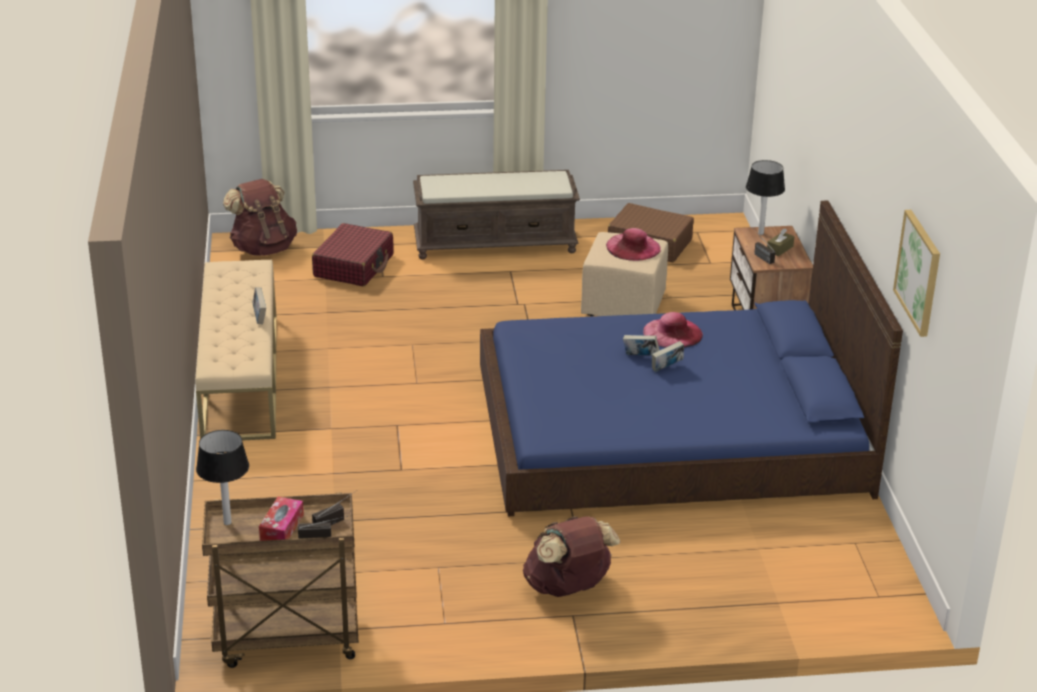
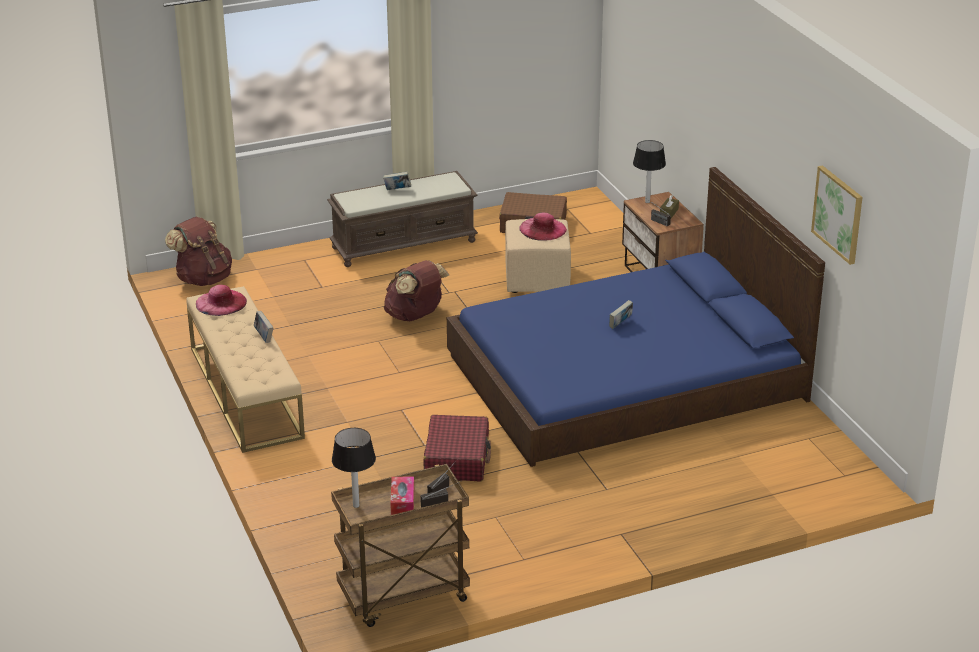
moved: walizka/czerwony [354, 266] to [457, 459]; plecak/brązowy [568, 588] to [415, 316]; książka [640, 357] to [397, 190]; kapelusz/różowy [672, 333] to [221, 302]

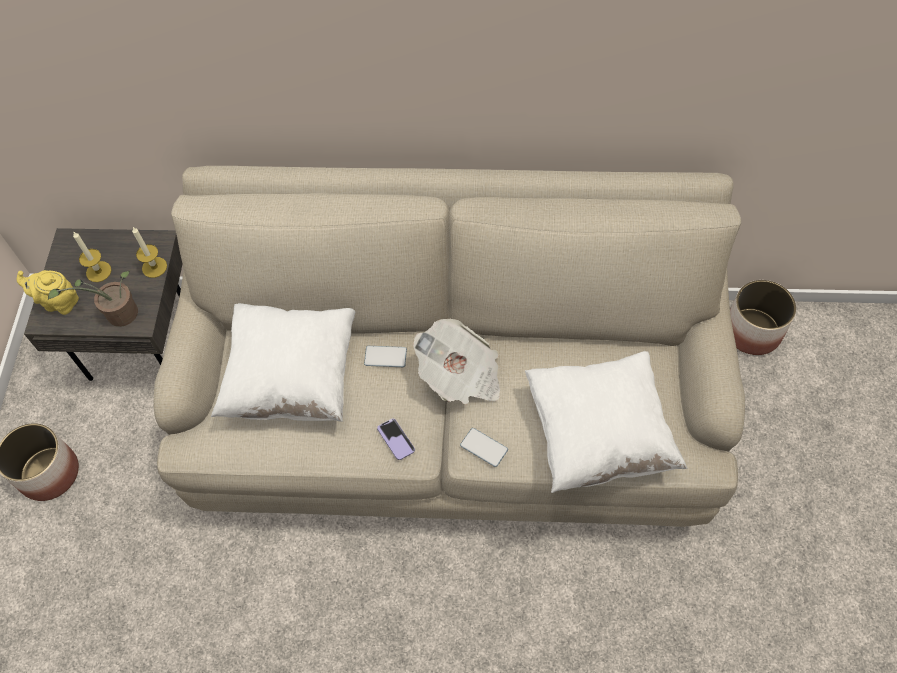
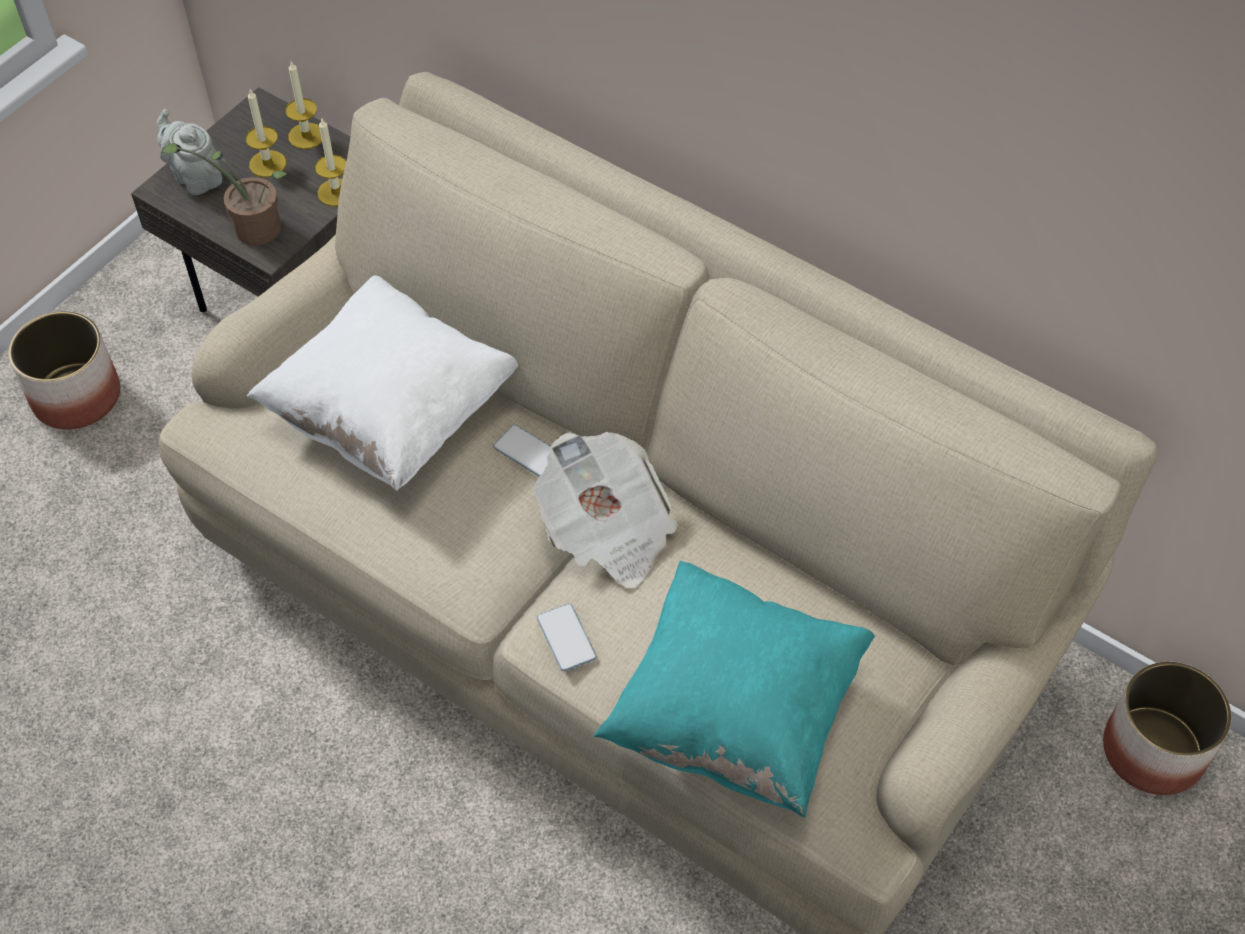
removed: telefon [396, 439]
added: świeca [306, 136]
recoloured: imbryk/żółty [58, 302] to imbryk/szary [195, 176]; poduszka/biały [598, 434] to poduszka/turkusowy [734, 713]

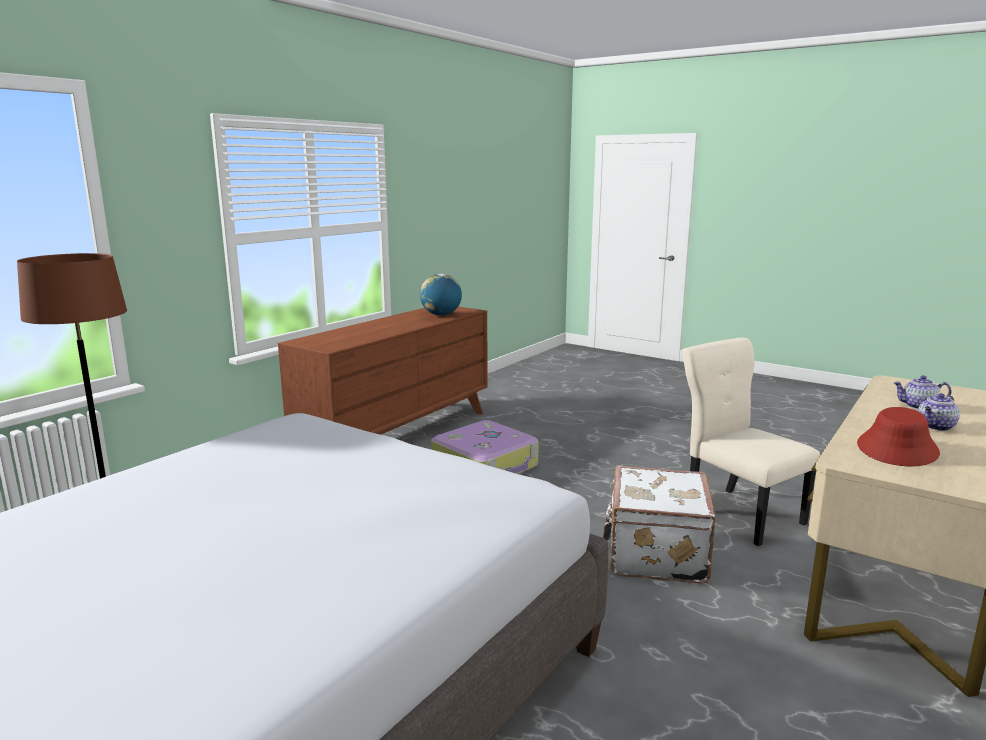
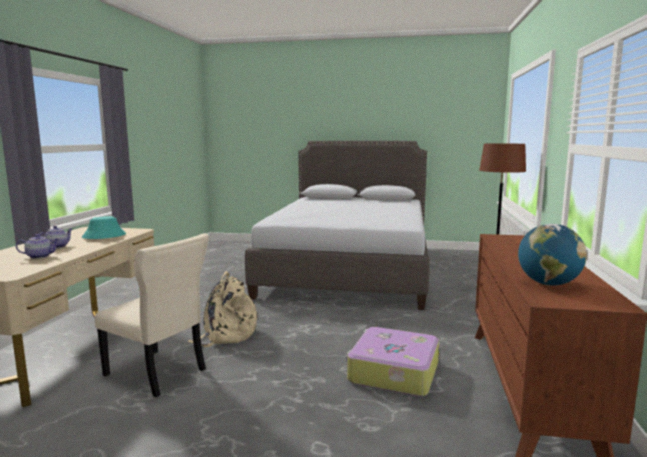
replaced: walizka/biały [654, 554] to plecak/beżowy [226, 335]
recoloured: kapelusz/czerwony [897, 449] to kapelusz/turkusowy [104, 236]

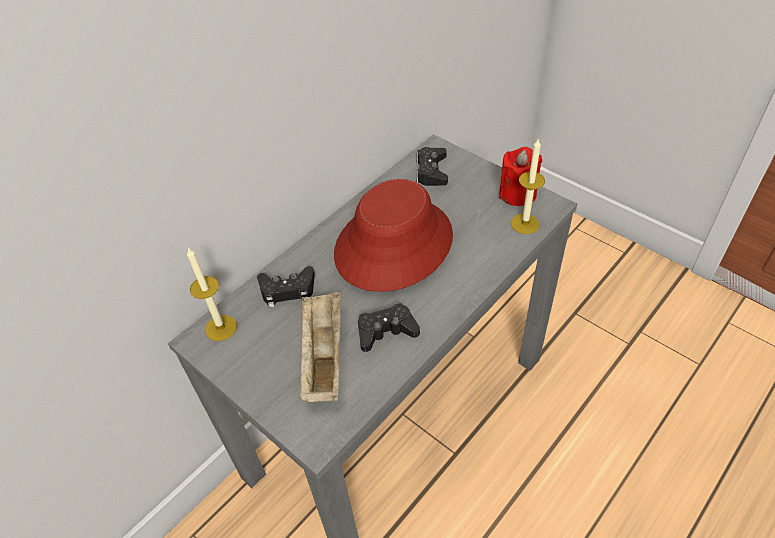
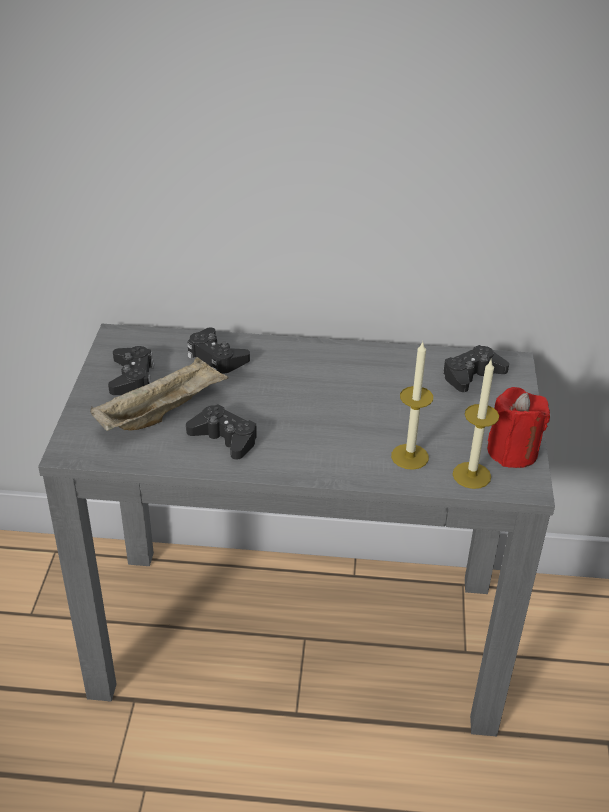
removed: kapelusz/czerwony [393, 244]
added: pad do gier/czarny [132, 378]
moved: świeca [221, 328] to [409, 456]

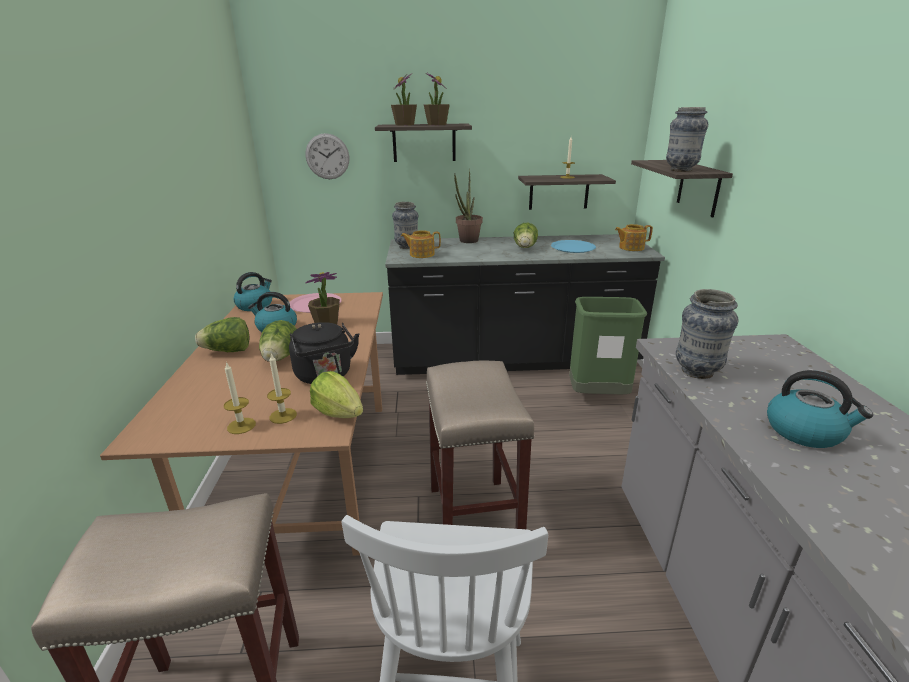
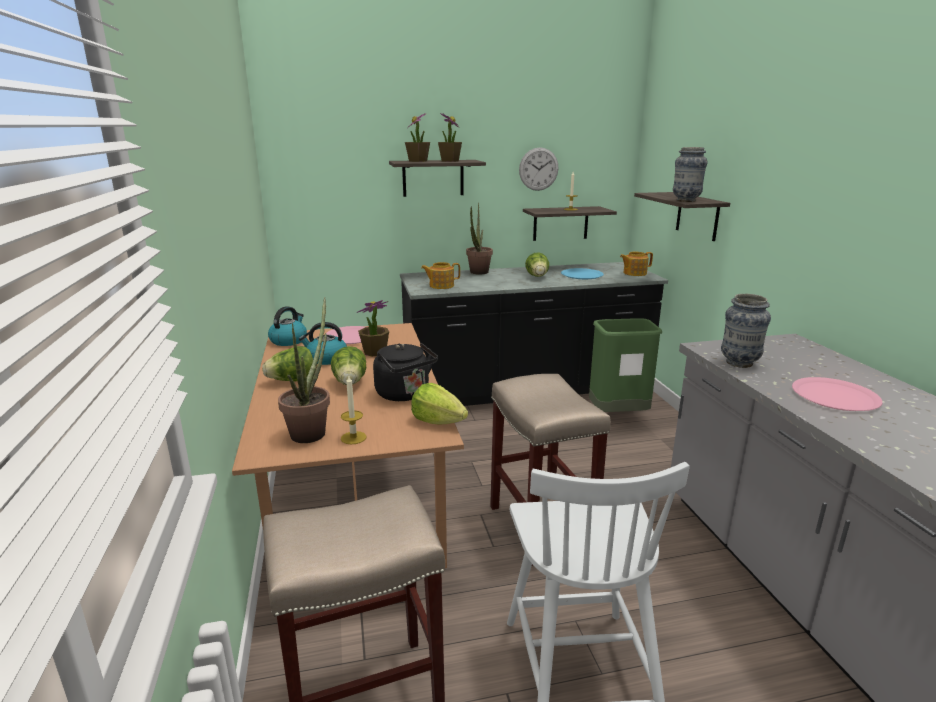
removed: świeca [283, 416]; wazon [407, 247]
added: roślina doniczkowa [312, 431]
moved: zegar ścienny [327, 156] to [538, 169]
replaced: czajnik [805, 431] to talerz/różowy [835, 396]

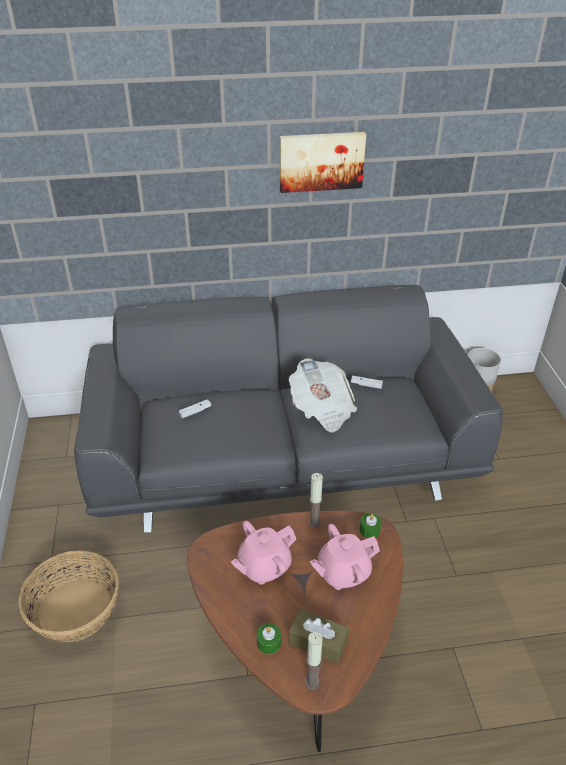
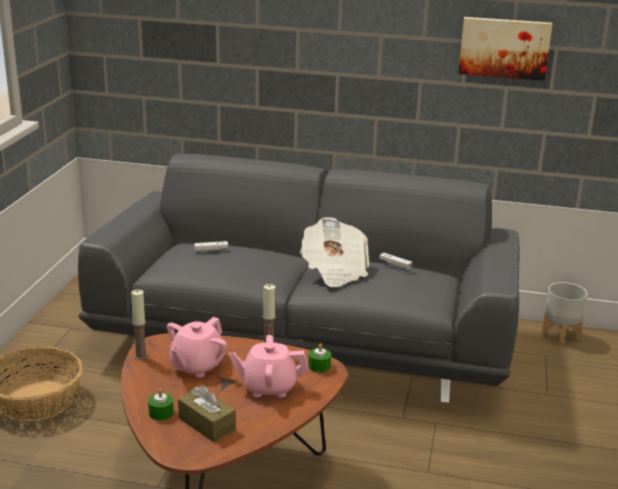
moved: obraz [321, 161] to [504, 47]; świeca [312, 682] to [140, 356]
turned: imbryk/różowy [263, 567] = [196, 366] 45 degrees counterclockwise

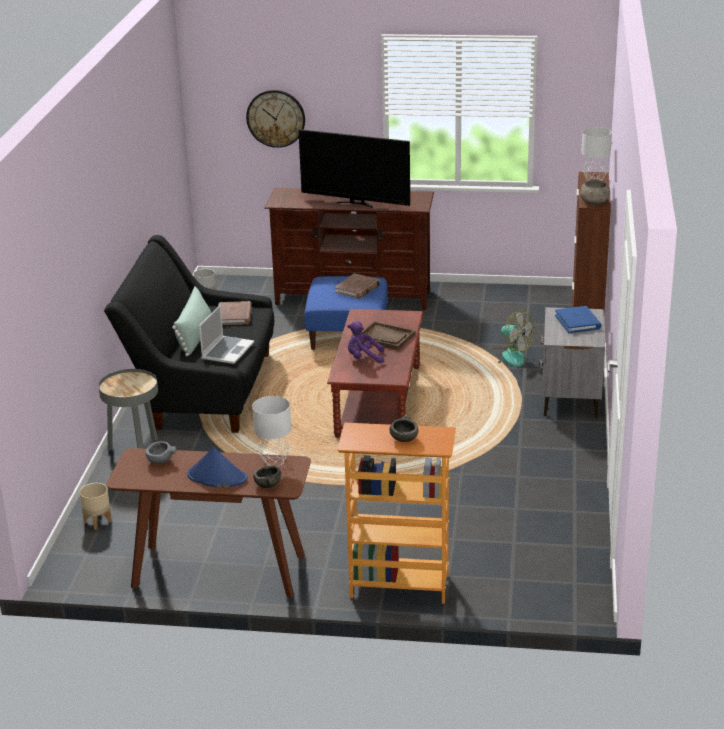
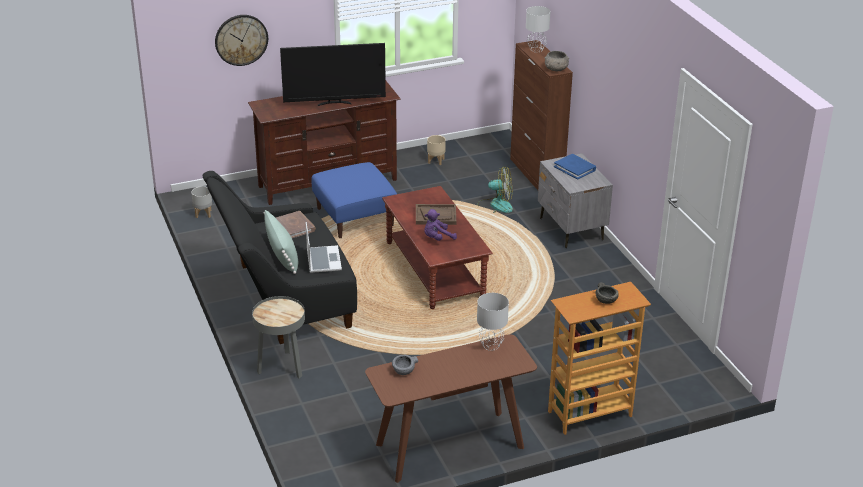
removed: kapelusz/niebieski [217, 477]; miska/szary [267, 485]; książka/brązowy [357, 288]
moved: donica/beżowy [97, 522] to [436, 161]

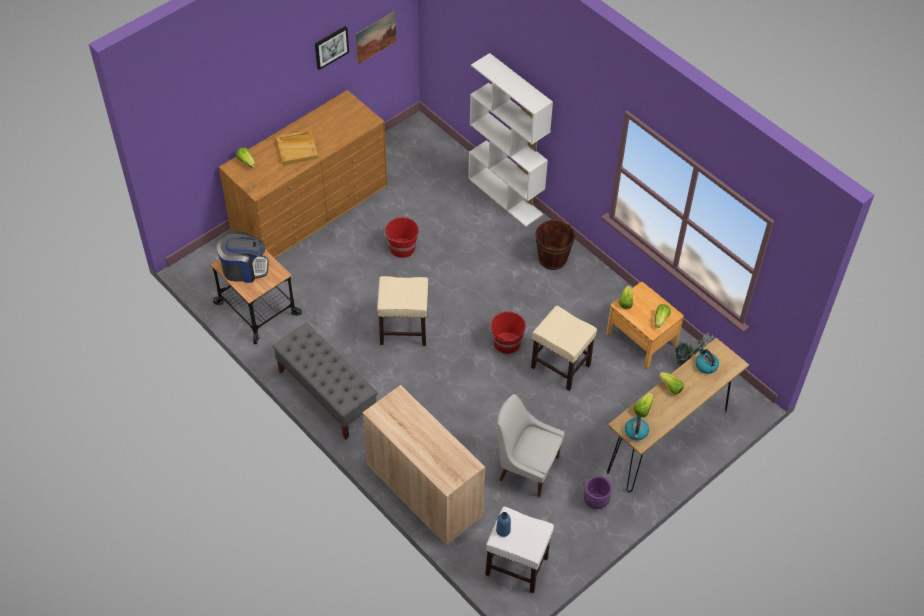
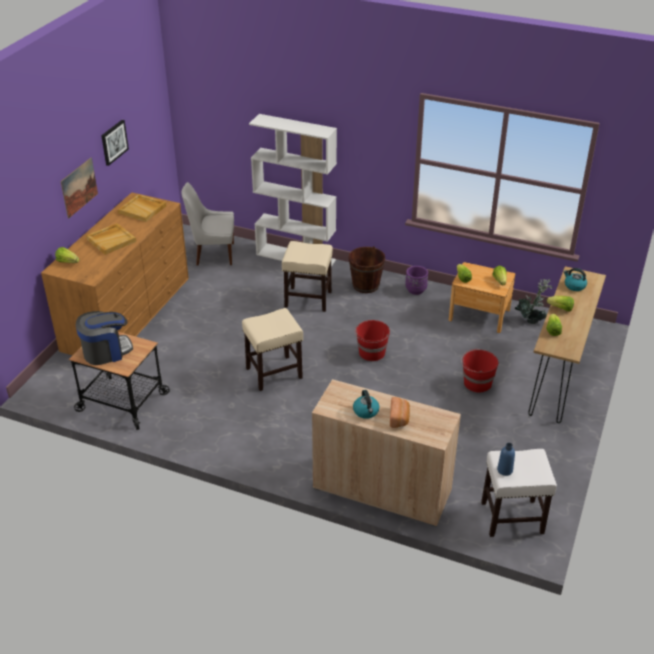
removed: ławka/szary [326, 394]
added: taca/beżowy [143, 209]; chleb [399, 418]
moved: obraz [375, 37] to [79, 187]; wiadro/czerwony [401, 247] to [476, 383]; krzesło/biały [526, 468] to [213, 254]; stołek/beżowy [560, 366] to [307, 299]; donica/fioletowy [596, 501] to [416, 290]; czajnik [636, 432] to [366, 411]

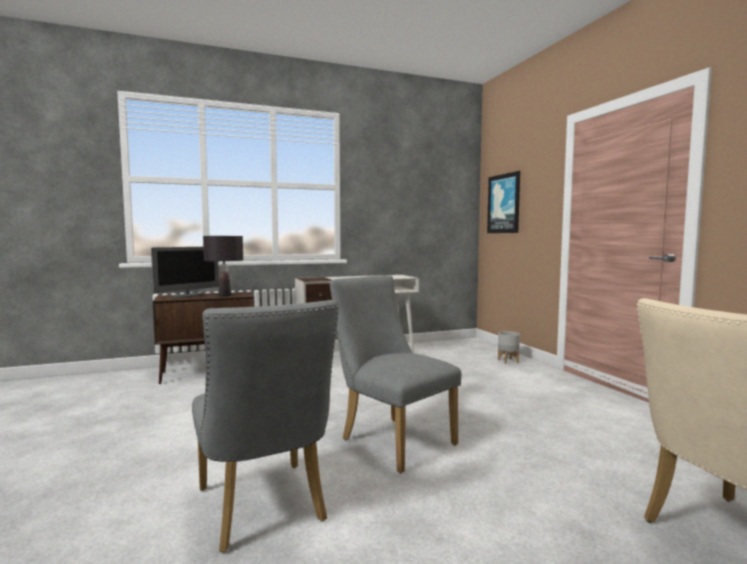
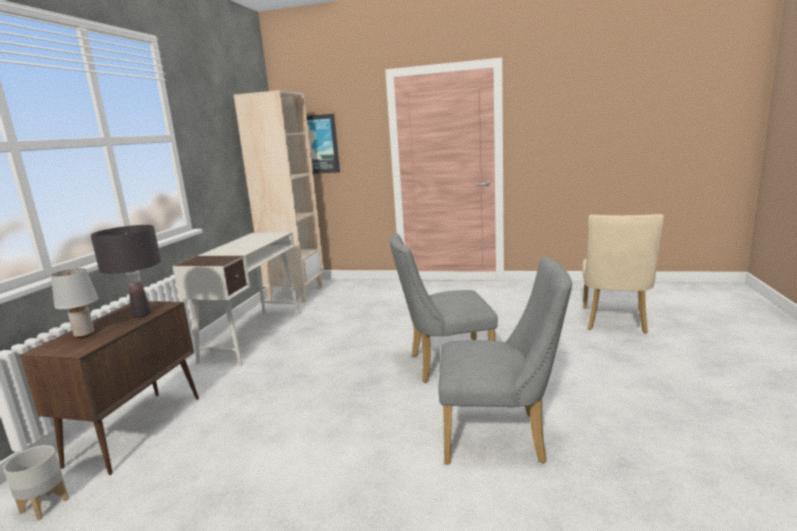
added: regał/beżowy [296, 293]
moved: donica/szary [508, 361] to [44, 505]
replaced: monitor [188, 295] to lampa stołowa/szary [85, 334]

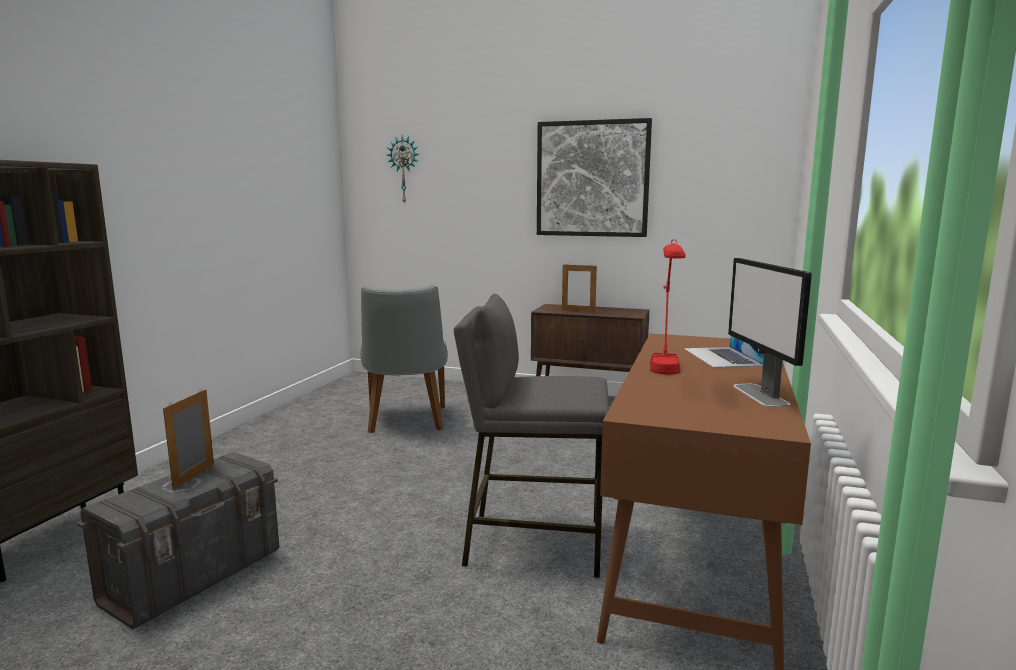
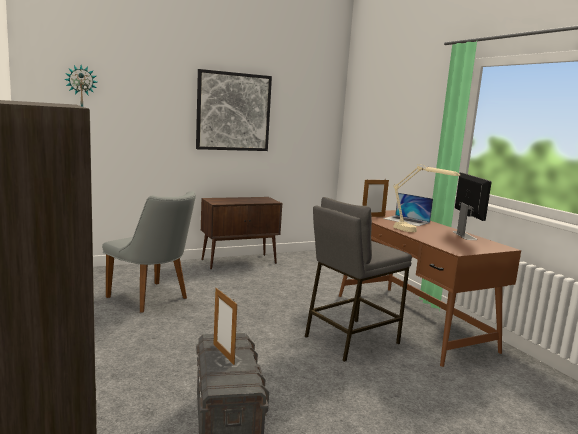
moved: ramka na zdjęcie [578, 310] to [373, 216]
recoloured: lampa stołowa/czerwony [665, 376] to lampa stołowa/beżowy [417, 233]
turned: monitor [760, 395] = [464, 235] 135 degrees counterclockwise

